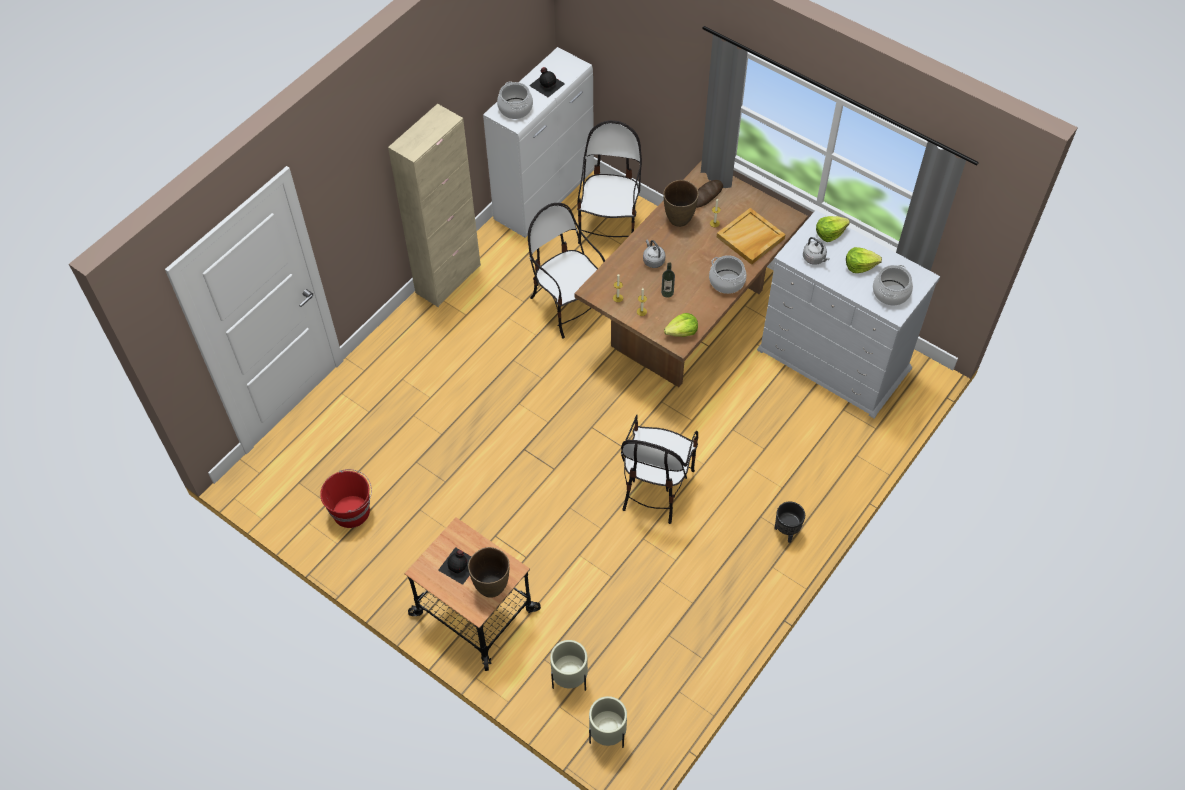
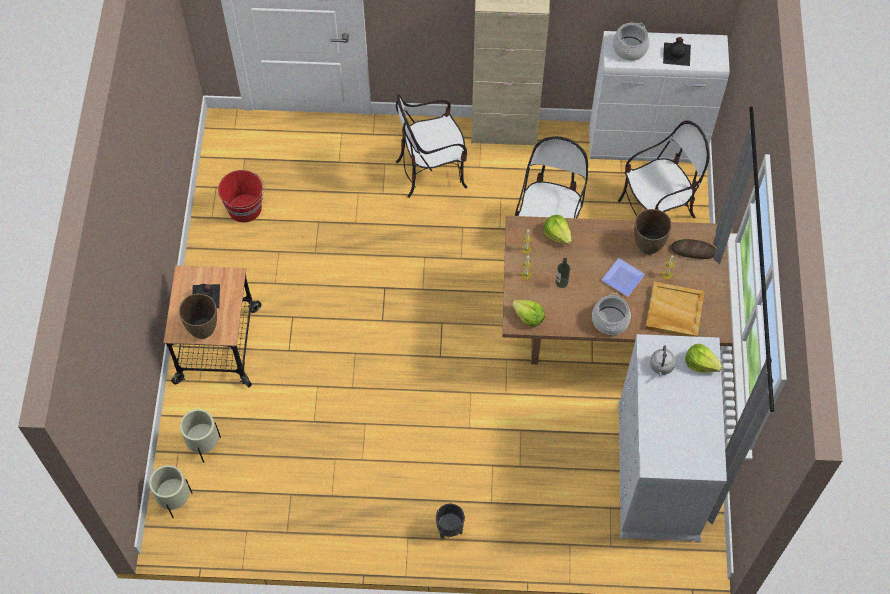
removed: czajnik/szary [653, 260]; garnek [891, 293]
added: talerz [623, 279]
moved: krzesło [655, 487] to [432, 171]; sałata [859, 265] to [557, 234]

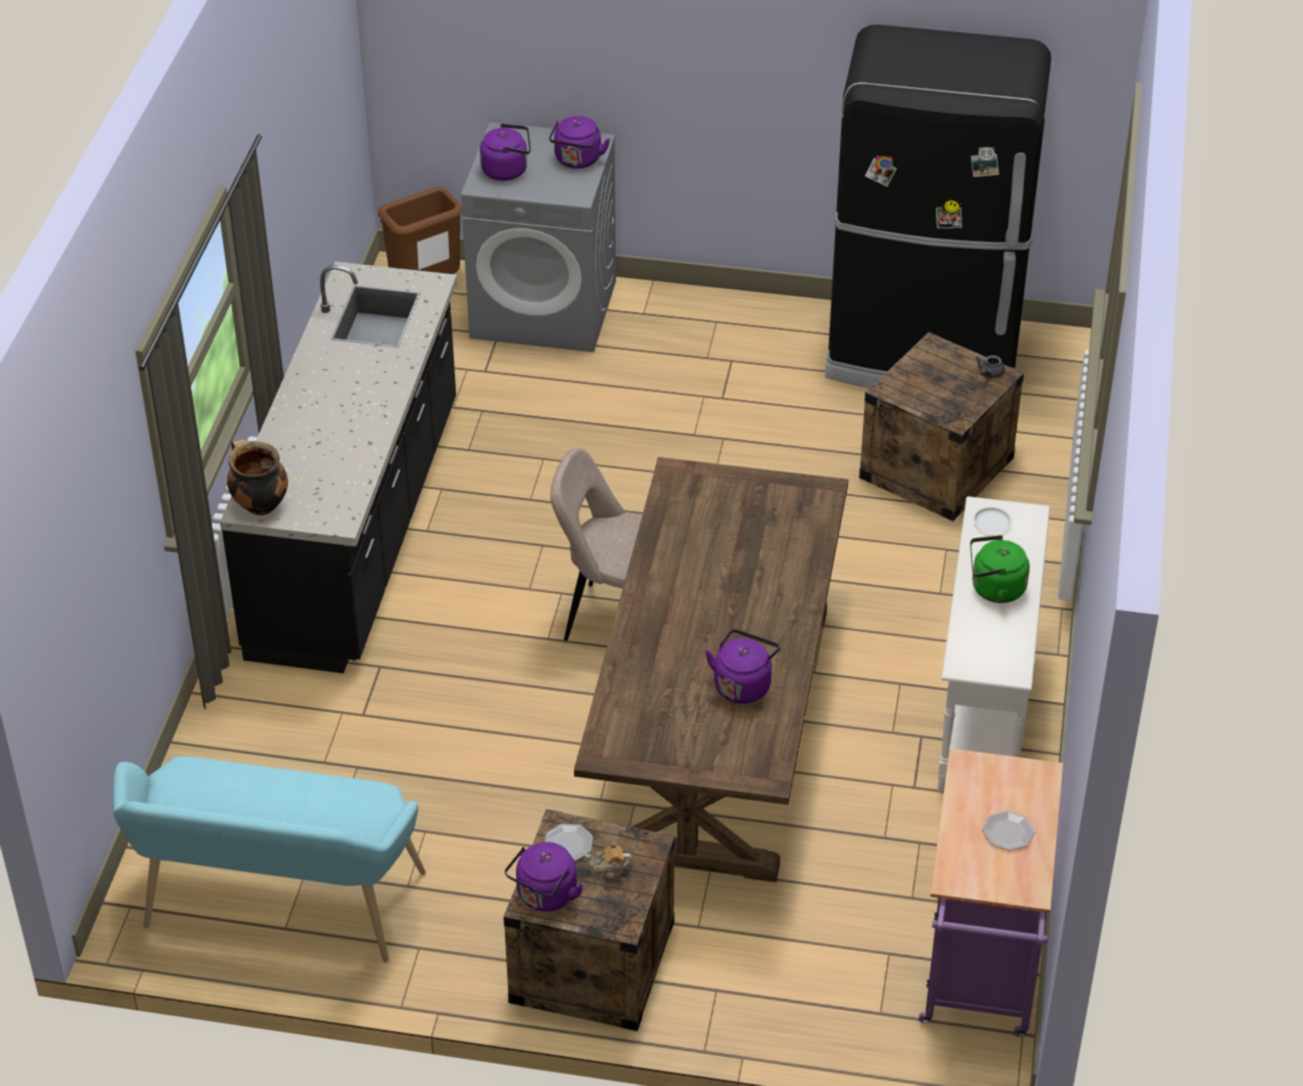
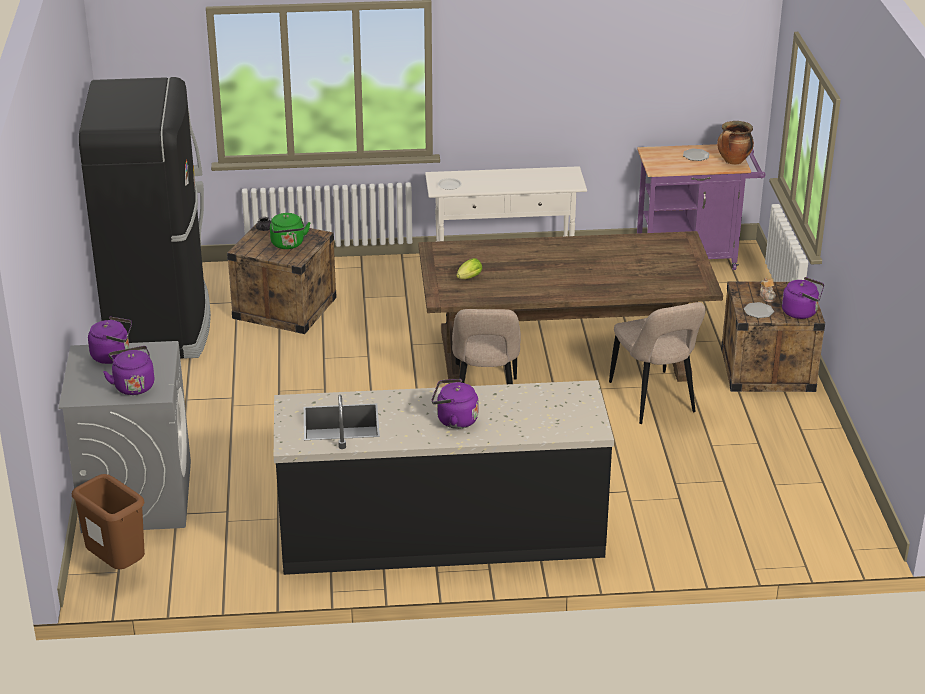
removed: ławka/turkusowy [277, 909]
added: sałata [468, 278]; krzesło/beżowy [654, 400]
moved: garnek [259, 505] to [733, 161]; czajnik/fioletowy [743, 685] to [454, 420]; czajnik/zielony [994, 589] to [288, 244]

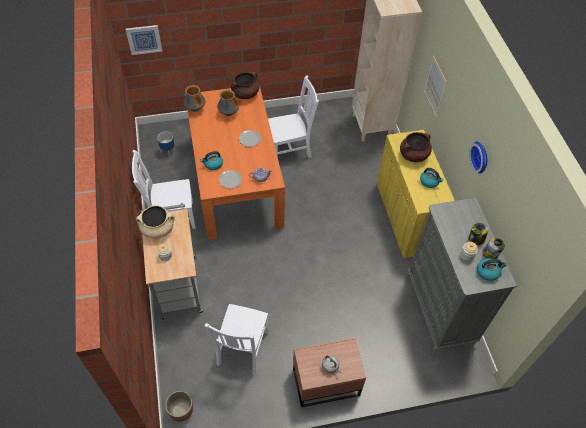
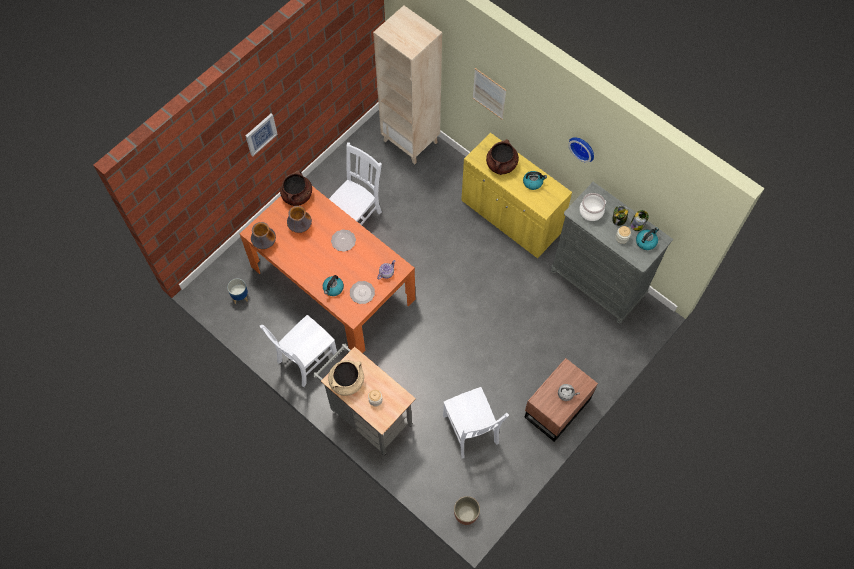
added: garnek [591, 211]
moved: obraz [144, 39] to [260, 134]

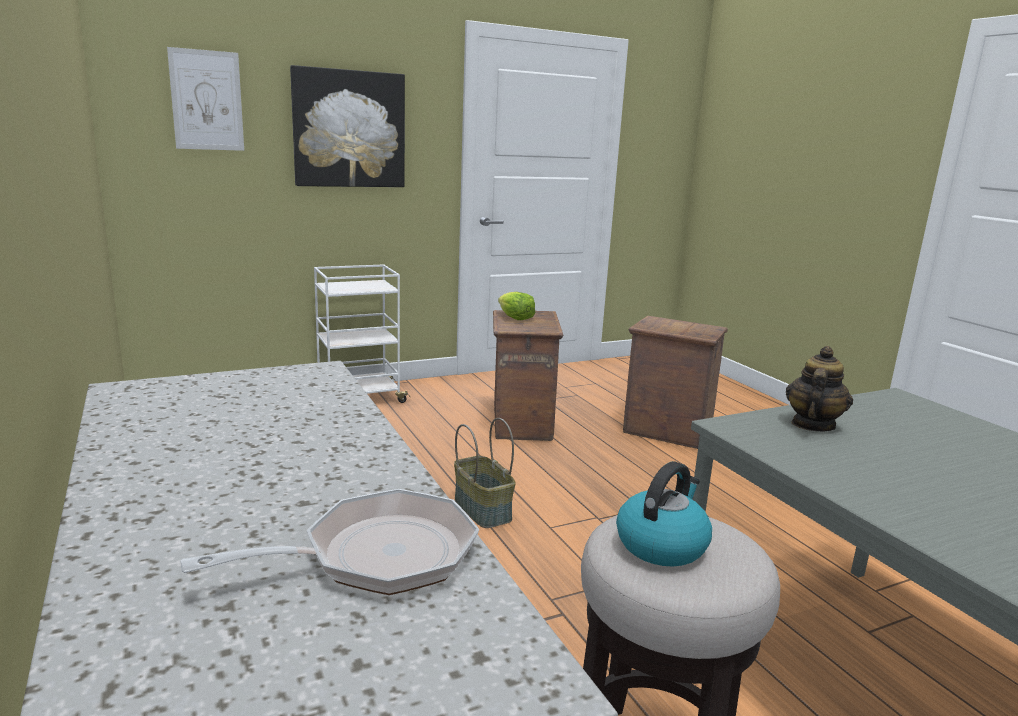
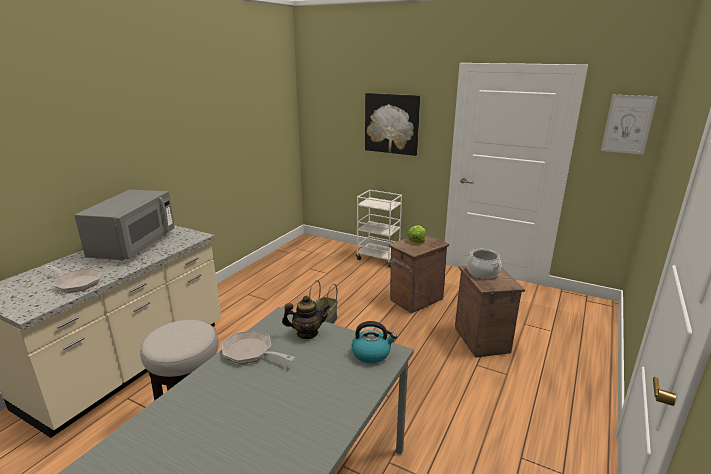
added: mikrofalówka/szary [134, 245]; patelnia [251, 352]; garnek [482, 272]
moved: obraz [207, 100] to [627, 124]; czajnik [661, 544] to [372, 353]

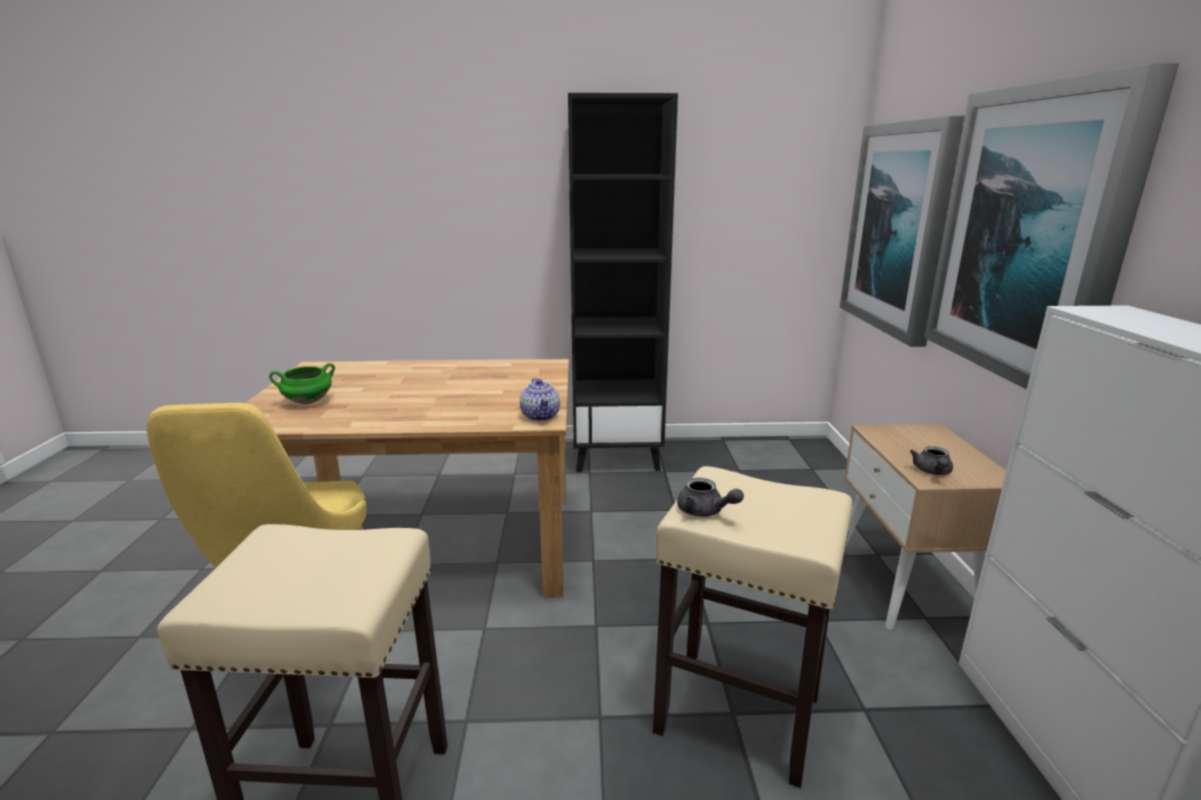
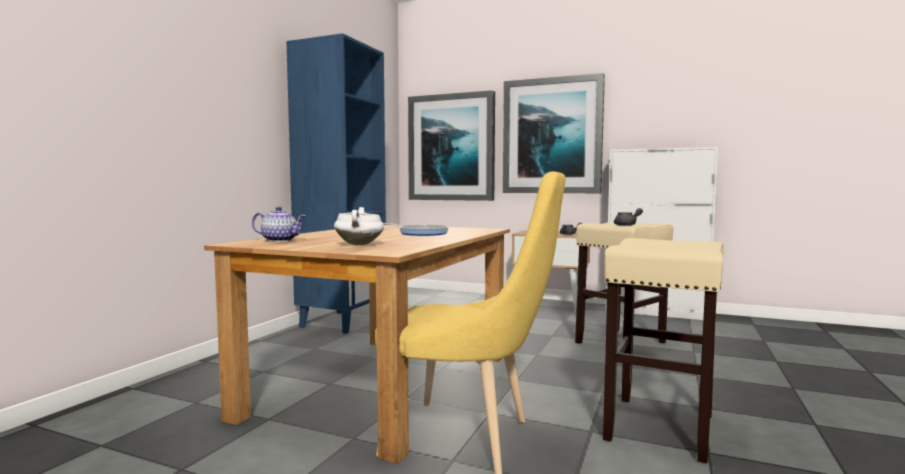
added: patelnia [421, 233]
moved: imbryk [541, 416] to [280, 240]
recoloured: garnek/zielony [307, 402] to garnek/biały [360, 244]; regał/czarny [617, 456] to regał/niebieski [342, 321]

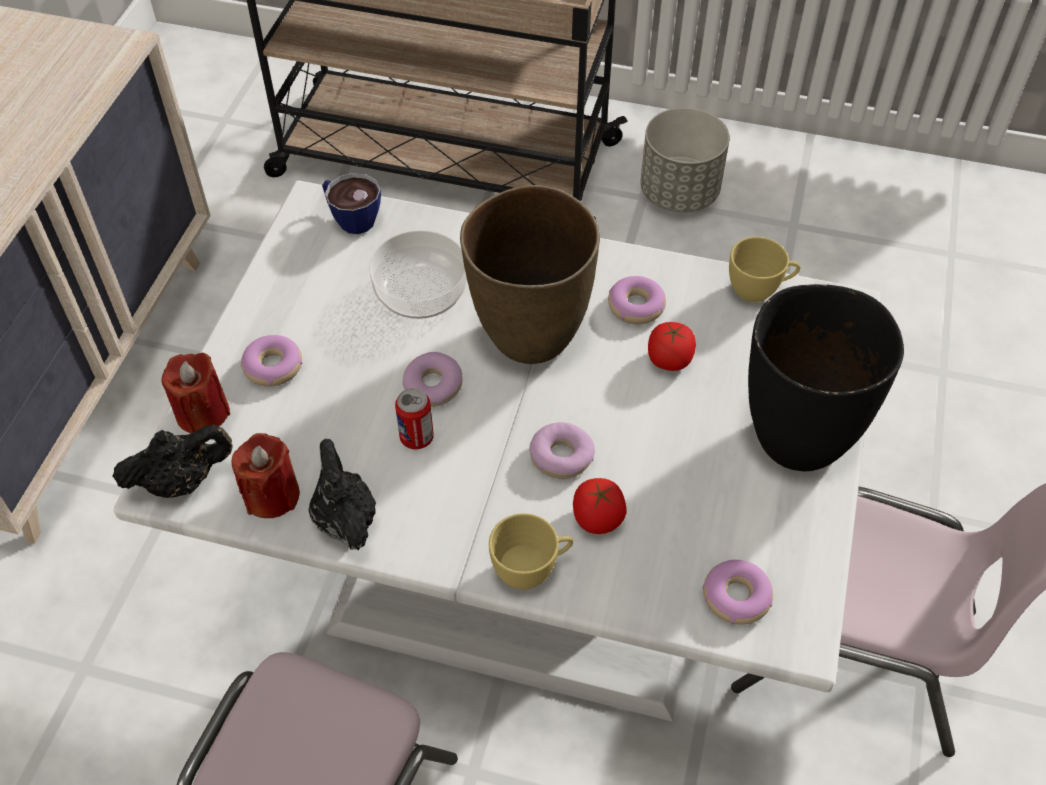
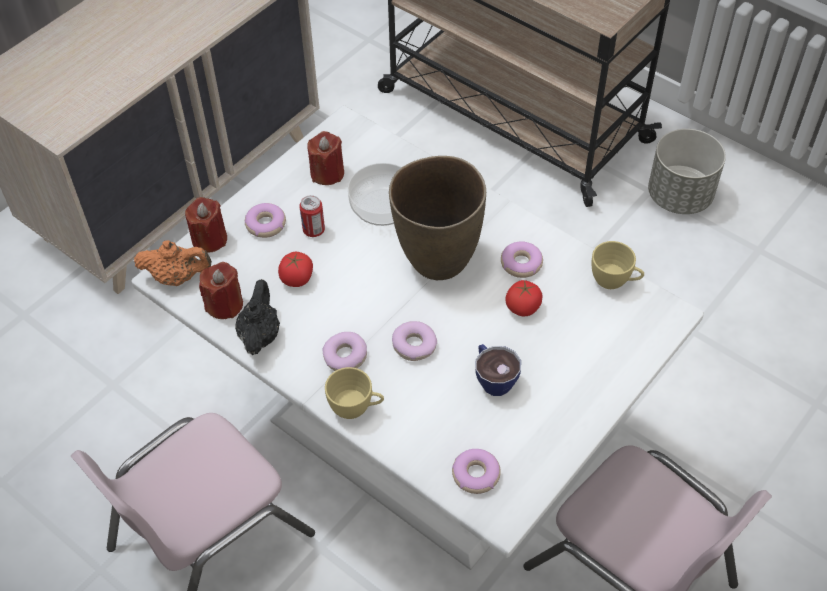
removed: wazon/czarny [796, 437]
added: świeca/czerwony [327, 173]
moved: filiżanka [351, 218] to [493, 378]; puszka [416, 438] to [313, 230]; donut [433, 386] to [345, 356]; pomidor [597, 518] to [297, 278]
recoloured: imbryk/czarny [182, 481] to imbryk/pomarańczowy [177, 277]

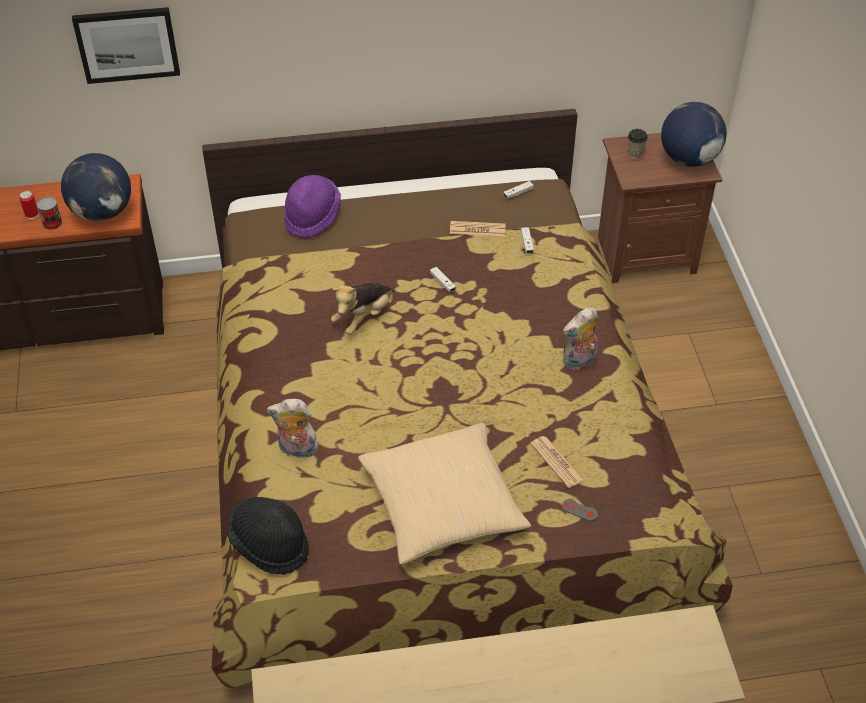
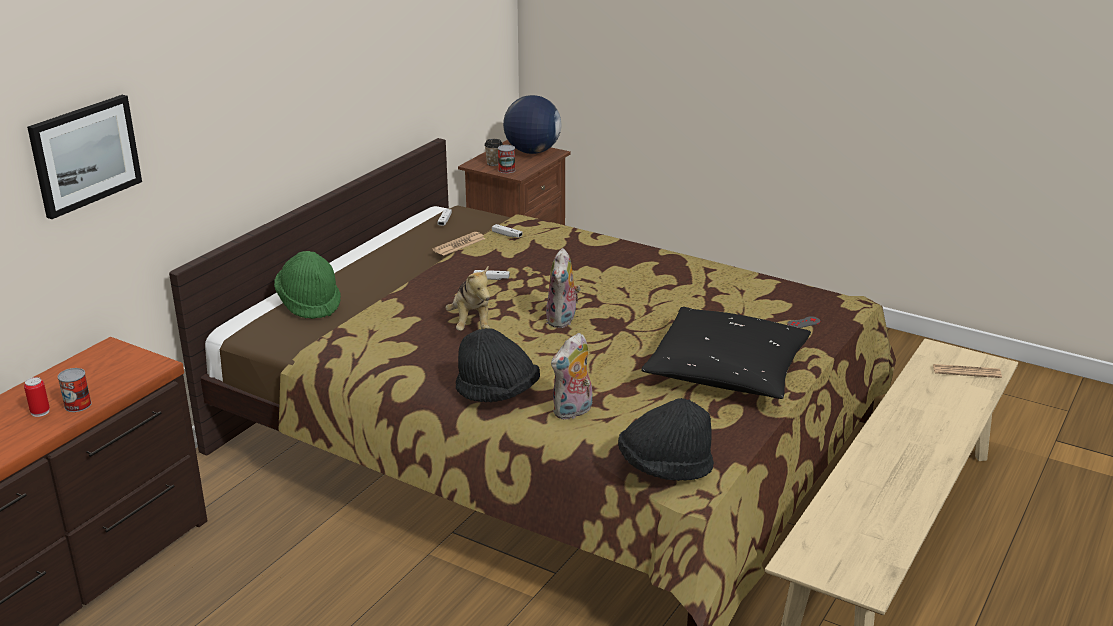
removed: globus [103, 213]
added: kapelusz/czarny [497, 394]; puszka [506, 170]
moved: gazeta [556, 462] to [966, 372]; pluszak [579, 361] to [563, 320]
recoloured: kapelusz/fioletowy [312, 217] to kapelusz/zielony [310, 303]; poduszka/beżowy [443, 504] to poduszka/czarny [726, 371]

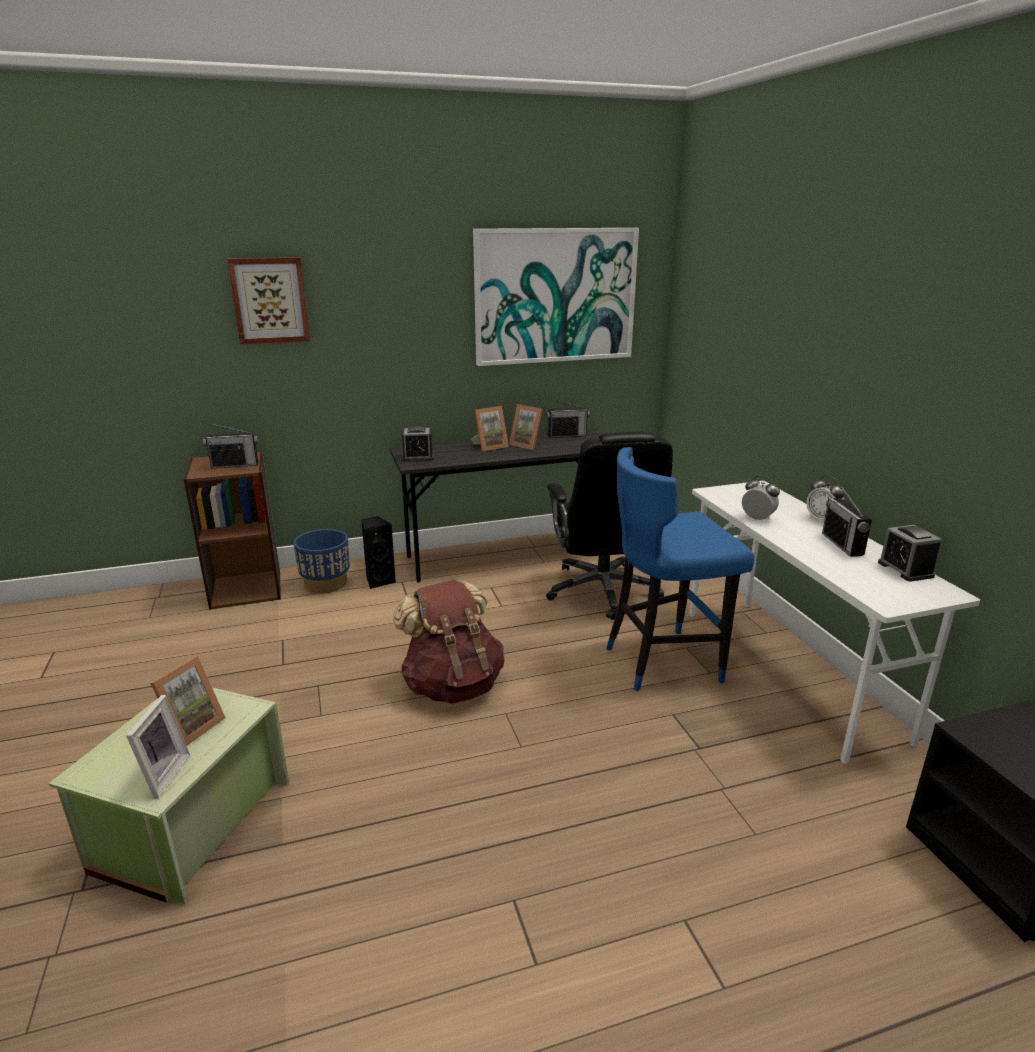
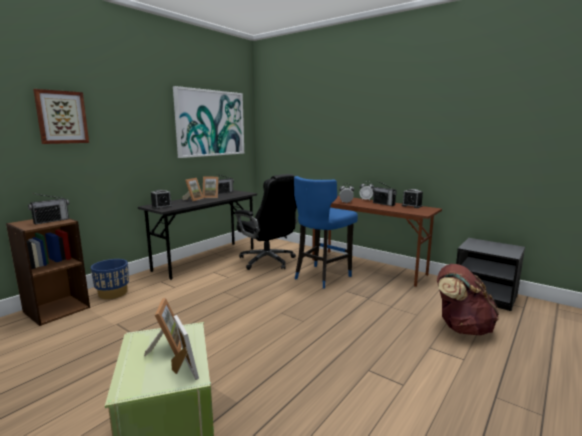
removed: głośnik/czarny [379, 581]
moved: plecak/brązowy [452, 685] to [461, 327]
recoloured: biurko/biały [789, 671] to biurko/brązowy [367, 267]

